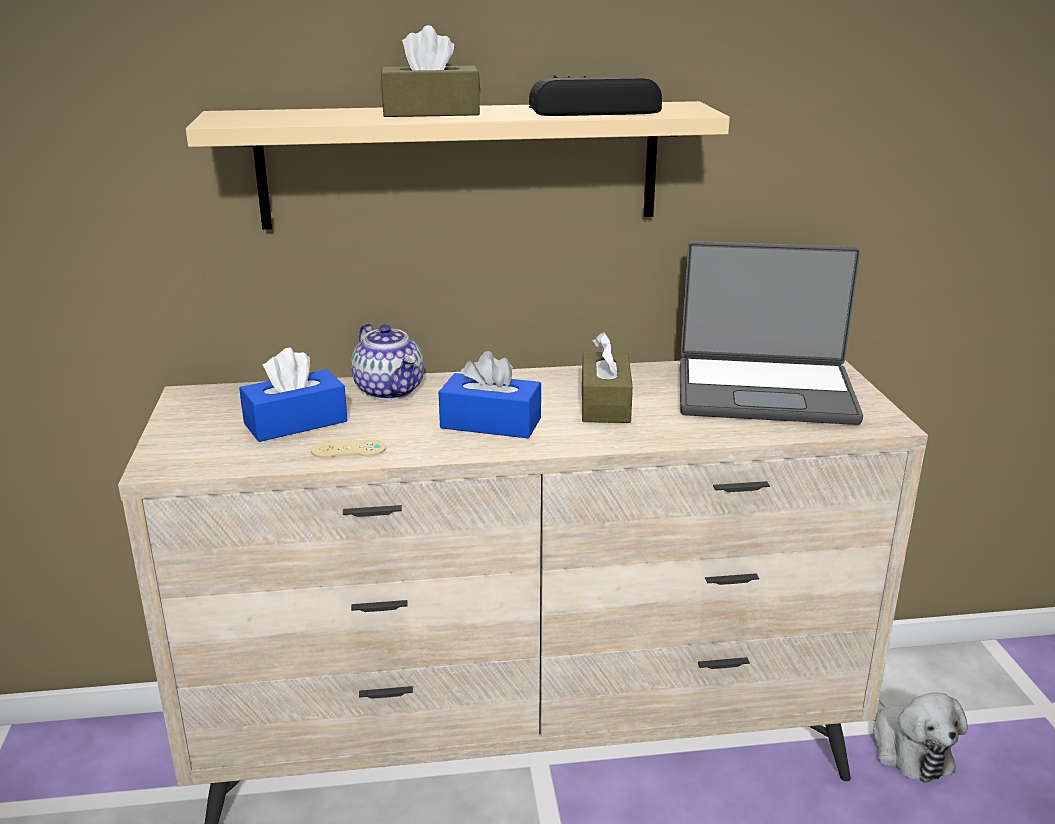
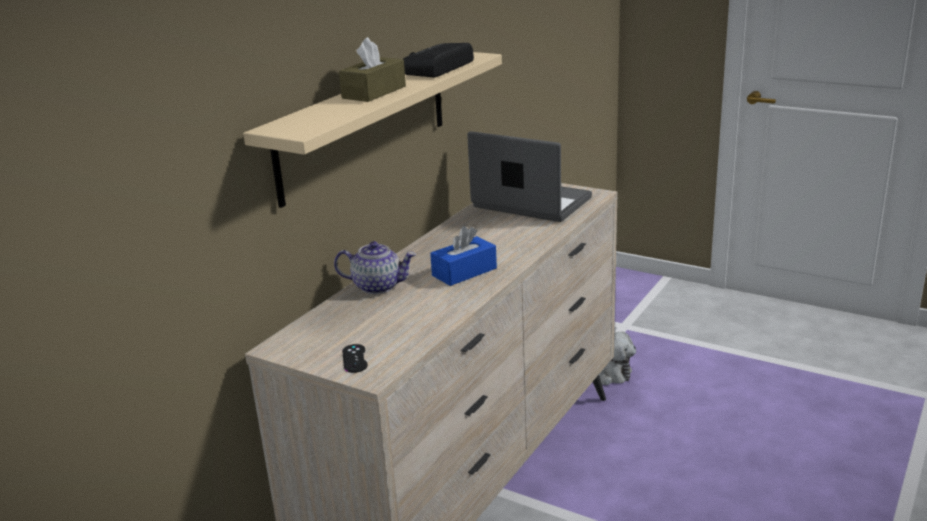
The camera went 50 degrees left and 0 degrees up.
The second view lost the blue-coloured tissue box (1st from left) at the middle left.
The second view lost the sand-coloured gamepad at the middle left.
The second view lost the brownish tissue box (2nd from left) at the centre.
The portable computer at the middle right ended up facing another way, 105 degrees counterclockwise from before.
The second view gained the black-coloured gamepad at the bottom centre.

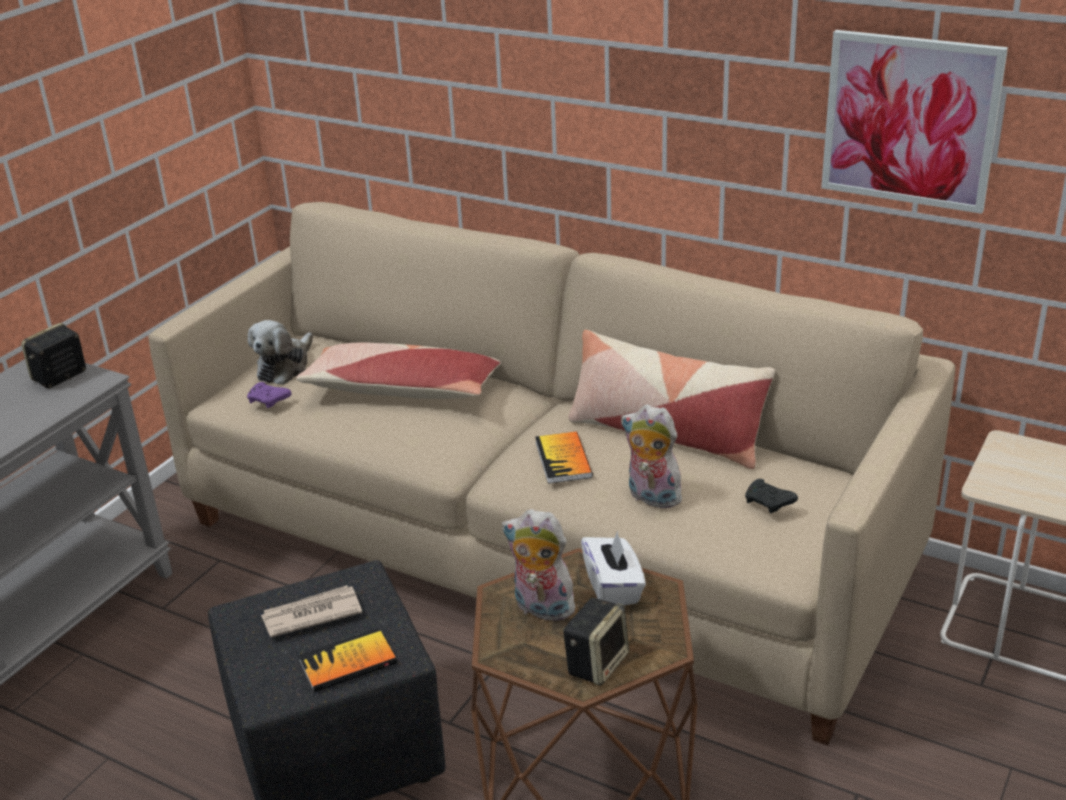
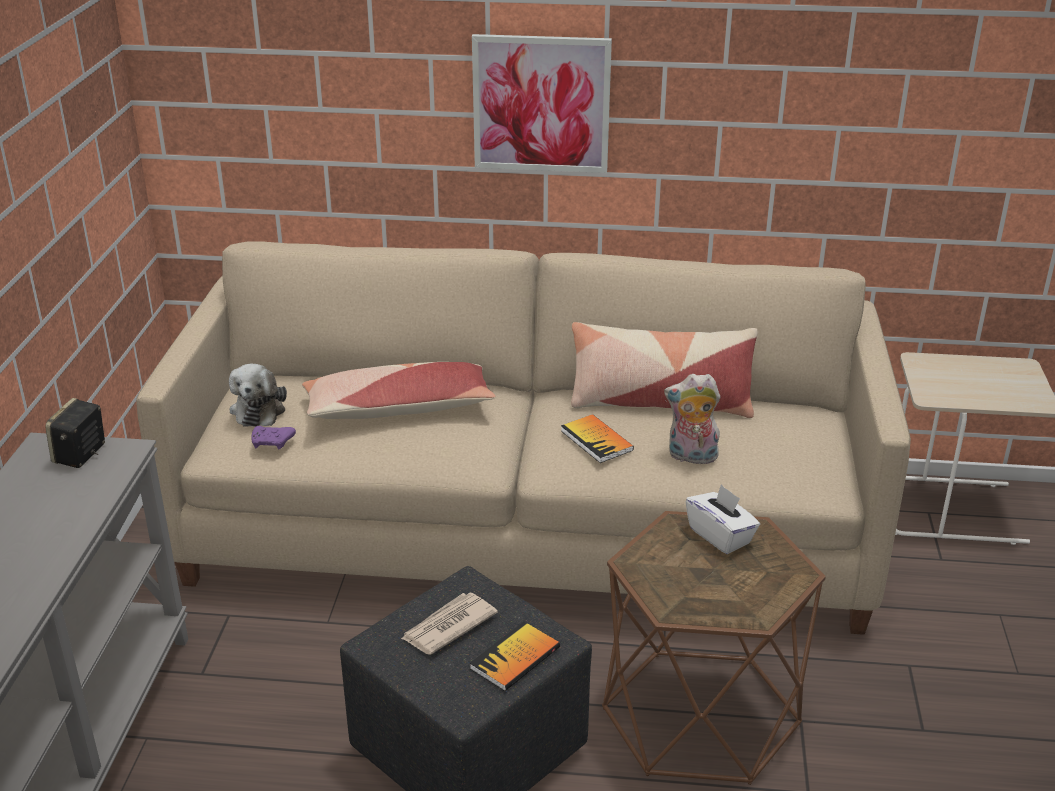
The camera went 25 degrees left and 0 degrees up.
The second view lost the soft toy (2nd from left) at the bottom centre.
The second view lost the loudspeaker (2nd from left) at the bottom centre.
The second view lost the black-coloured gamepad at the middle right.
The picture ended up elsewhere, having gone from the top right to the top centre.

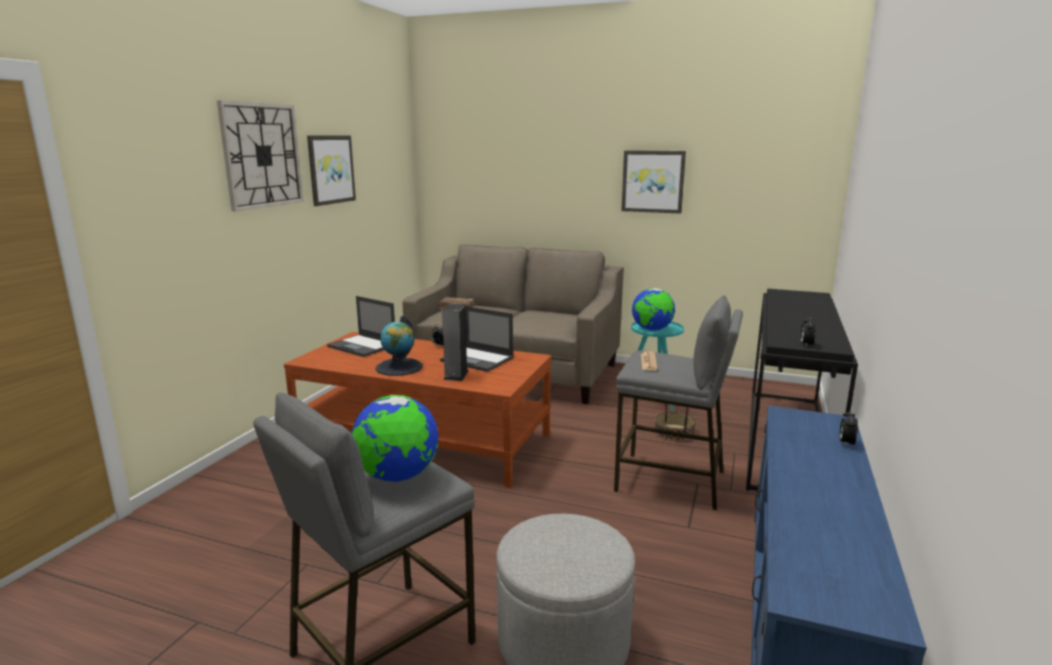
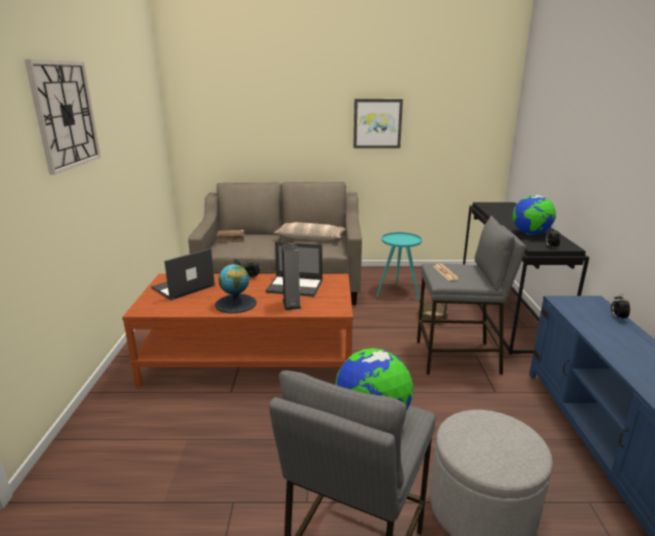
The camera went 20 degrees left and 5 degrees up.
The second view lost the picture (1st from left) at the top left.
The portable computer (1st from left) at the centre ended up facing another way, 120 degrees clockwise from before.
The globe (3rd from left) ended up elsewhere, having gone from the centre to the middle right.
The second view gained the pillow at the centre.

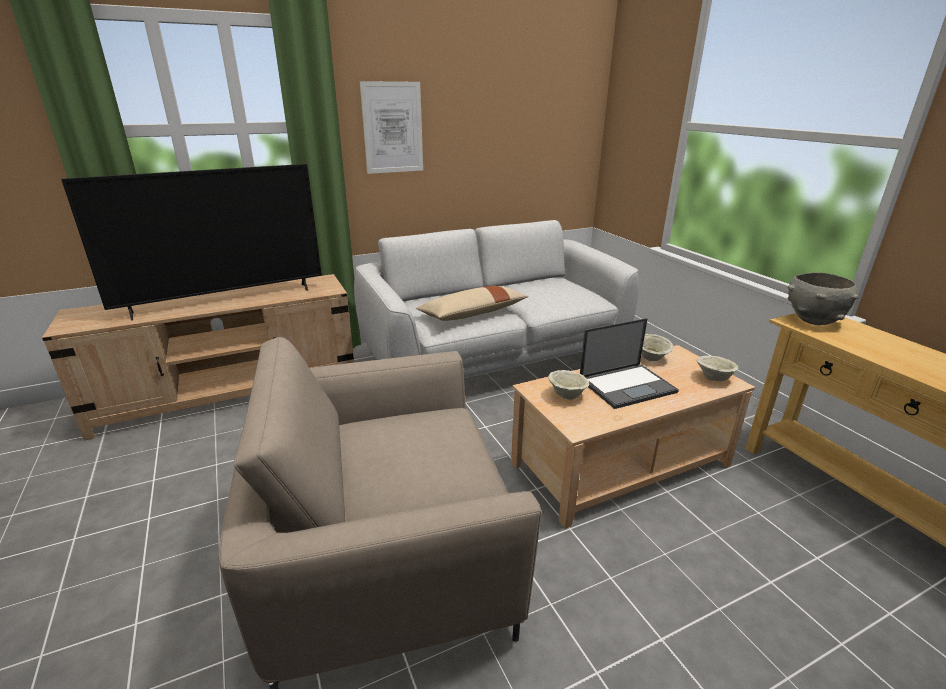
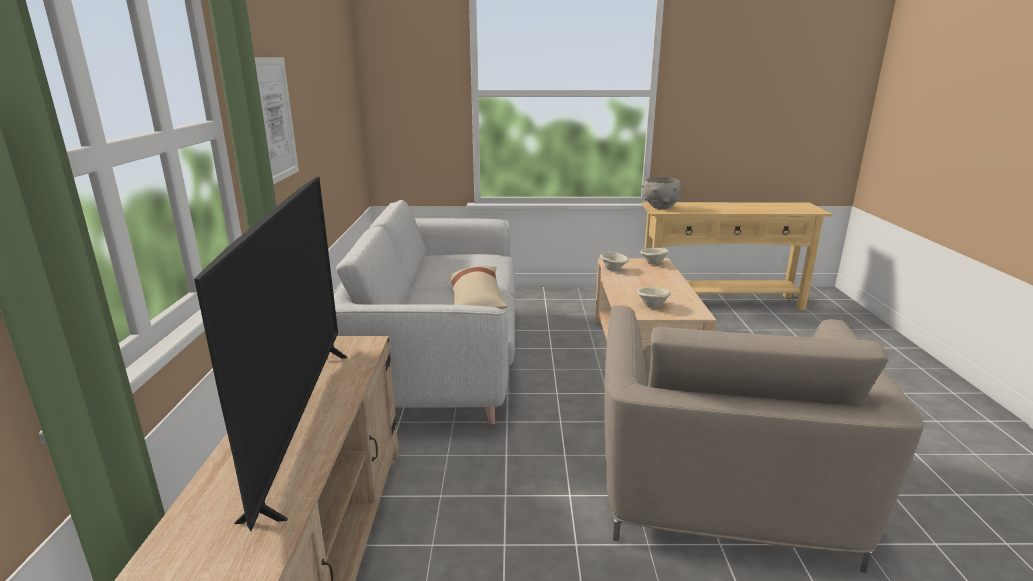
The camera went 65 degrees left and 5 degrees down.
The second view lost the portable computer at the centre.

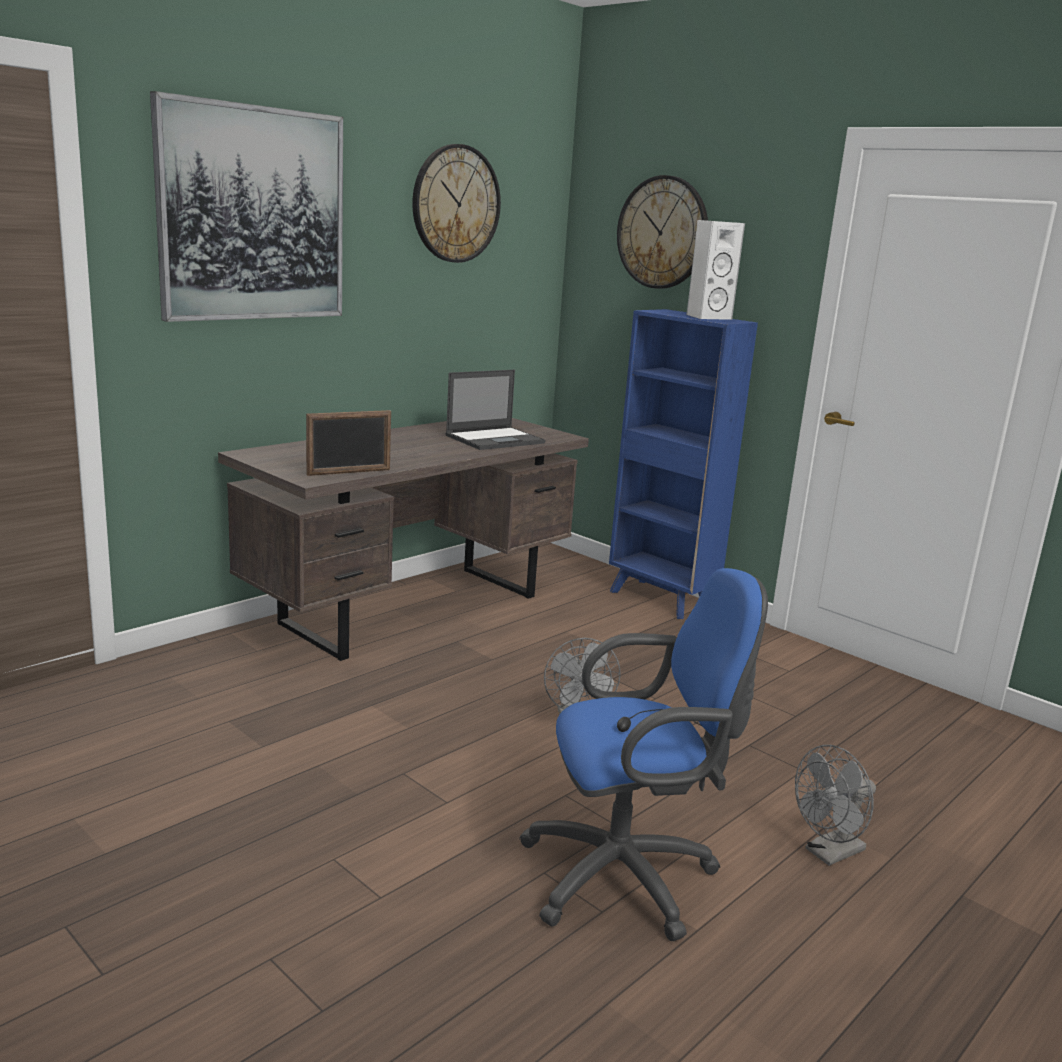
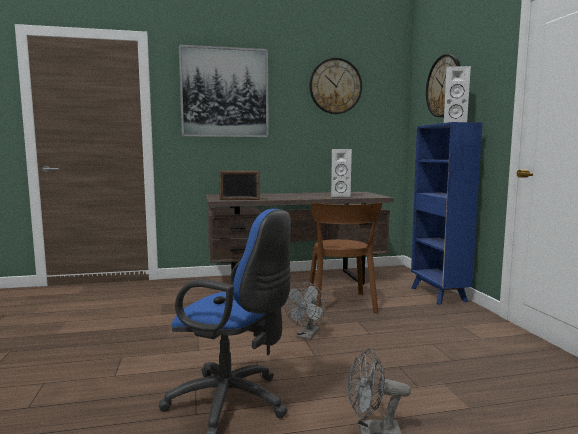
The camera went 35 degrees right and 10 degrees down.
Where the portable computer stood at the centre, the white loudspeaker (1st from left) came to stand at the centre.
The second view gained the brownish plain chair at the centre.

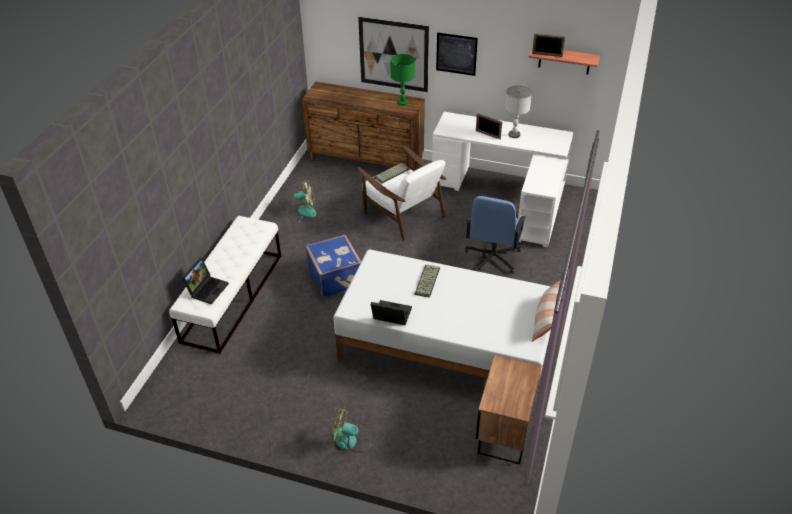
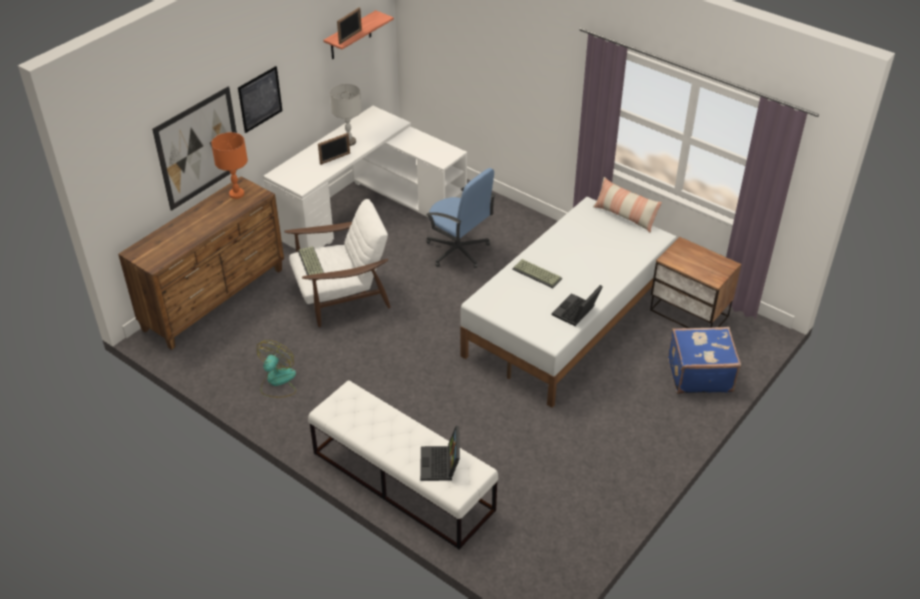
The camera went 70 degrees left and 0 degrees up.
The portable computer (1st from left) at the middle left ended up facing another way, 135 degrees counterclockwise from before.
The blue-coloured travel case ended up elsewhere, having gone from the centre to the middle right.
The second view lost the cooling fan (2nd from left) at the bottom centre.
What was the green lamp for a table at the top centre turned into the orangey lamp for a table at the top left.

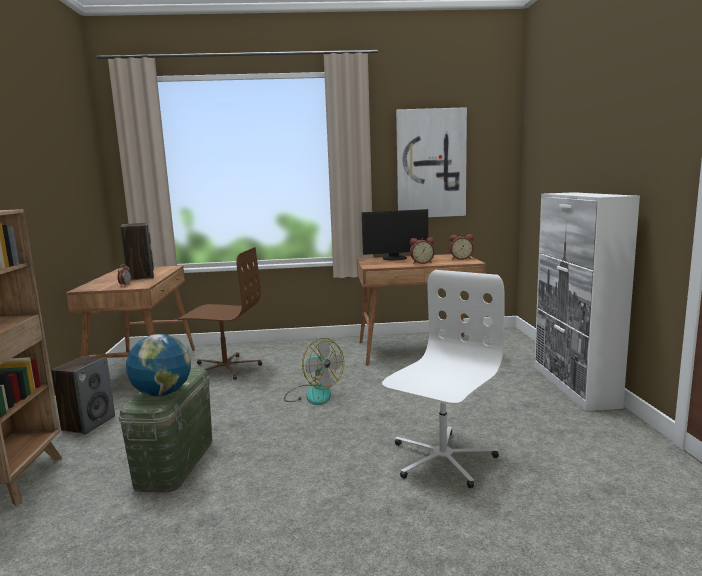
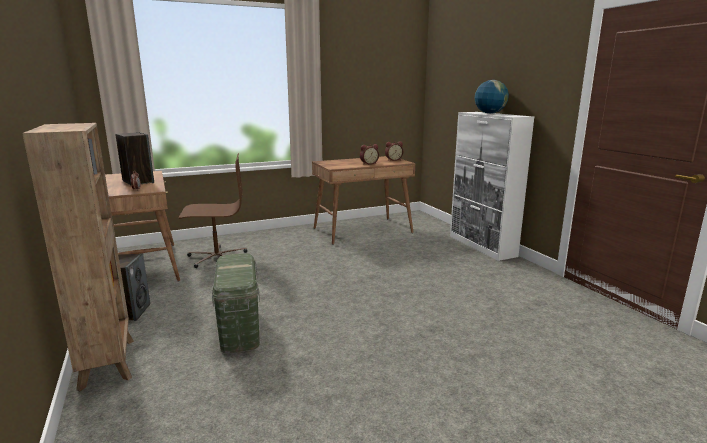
The camera went 20 degrees left and 5 degrees up.
The globe ended up elsewhere, having gone from the middle left to the top right.
The second view lost the cooling fan at the centre.
The second view lost the monitor at the centre.
The second view lost the white desk chair at the centre.
The second view lost the picture at the top centre.

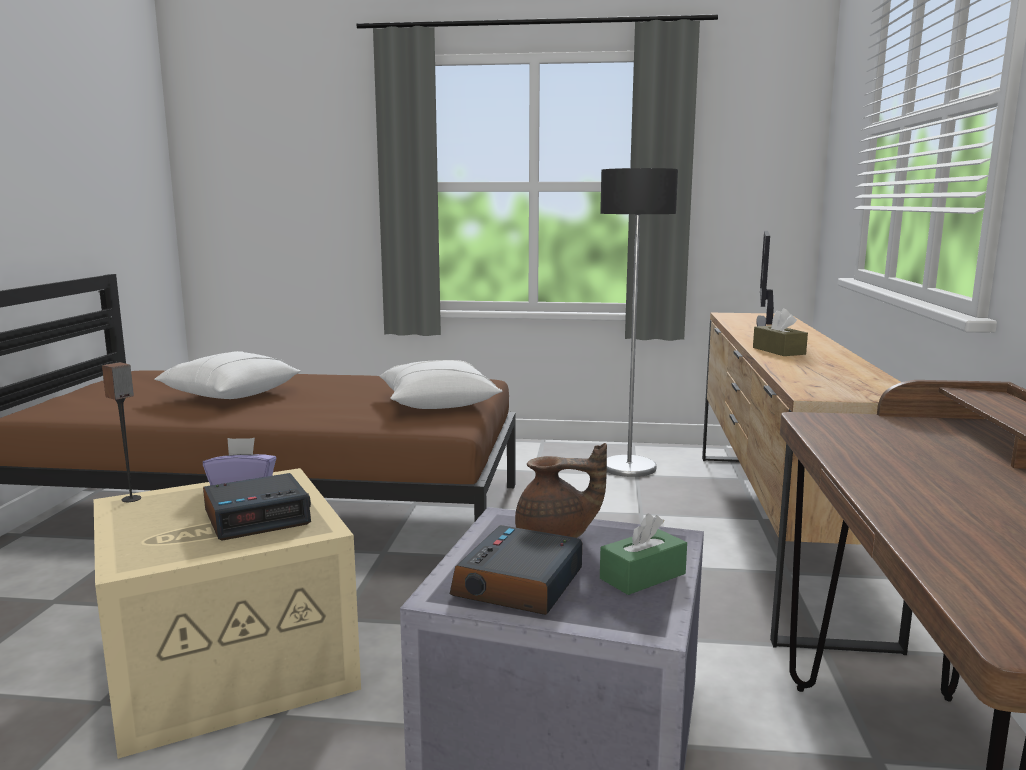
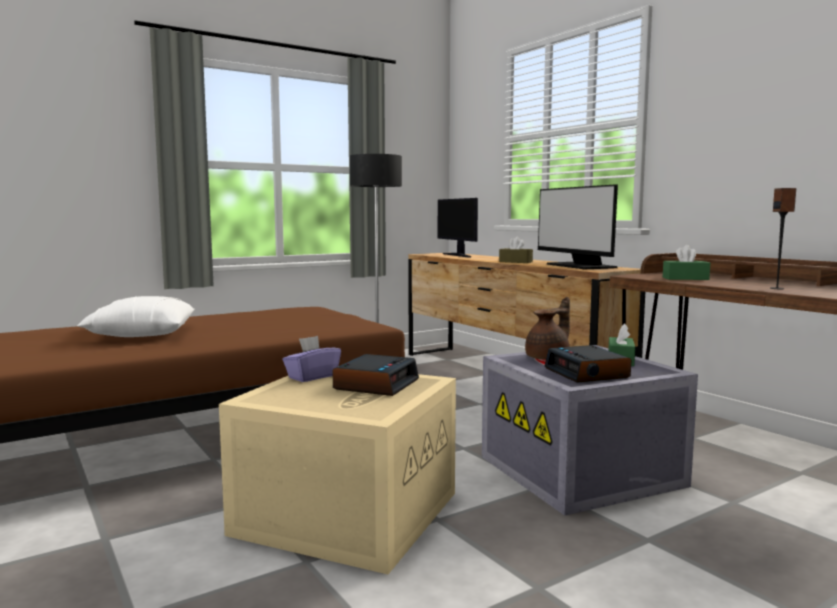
The camera went 40 degrees left and 5 degrees down.
The loudspeaker ended up elsewhere, having gone from the middle left to the middle right.
The second view lost the white pillow (2nd from left) at the centre.
The second view gained the monitor (2nd from left) at the middle right.
The second view gained the green tissue box (2nd from left) at the middle right.

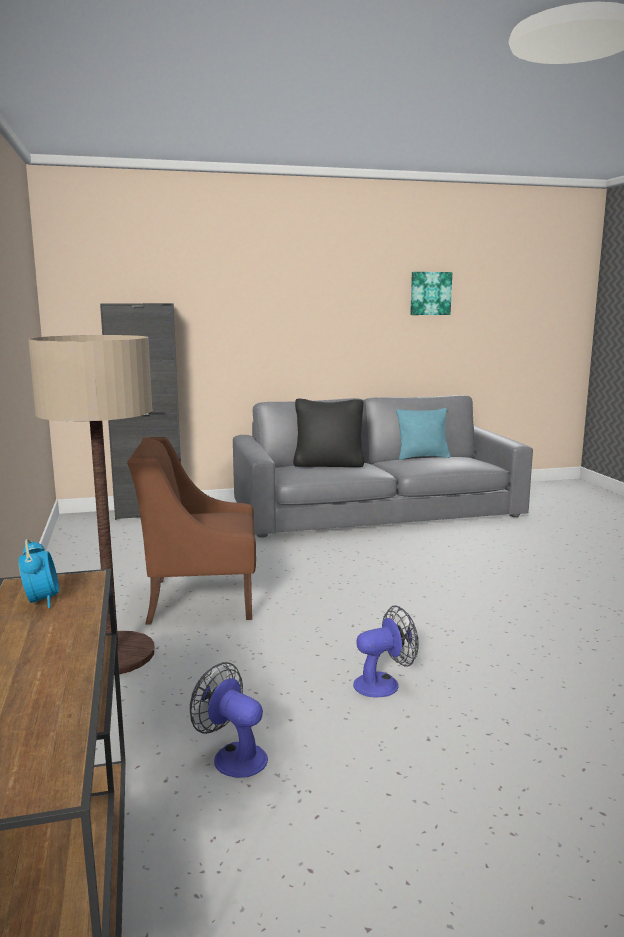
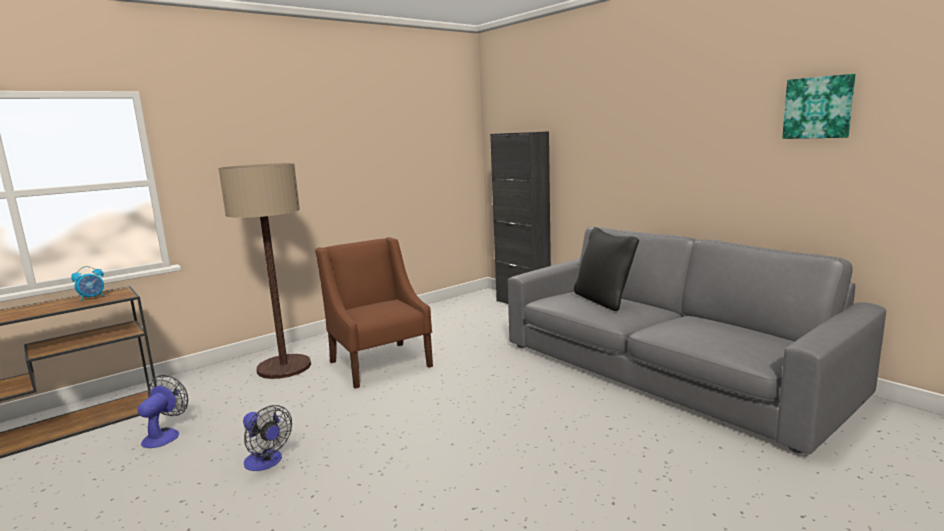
The camera went 65 degrees right and 0 degrees up.
The second view lost the turquoise pillow at the middle right.

